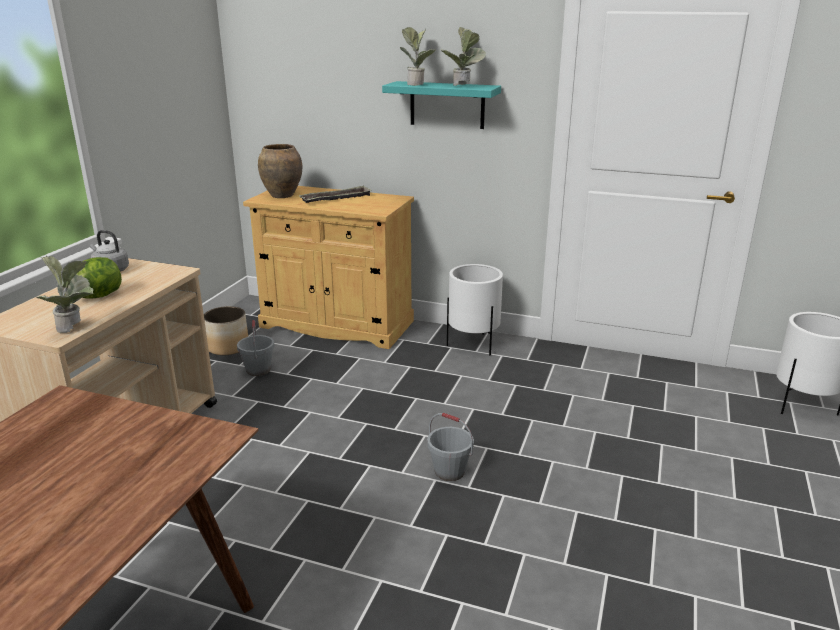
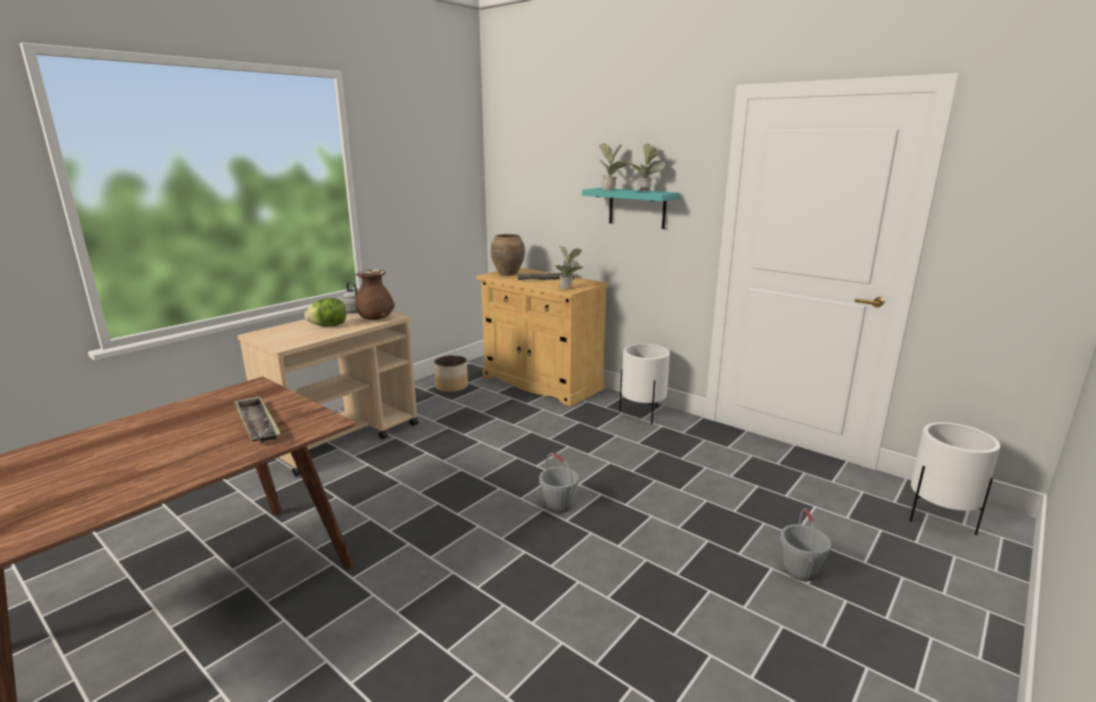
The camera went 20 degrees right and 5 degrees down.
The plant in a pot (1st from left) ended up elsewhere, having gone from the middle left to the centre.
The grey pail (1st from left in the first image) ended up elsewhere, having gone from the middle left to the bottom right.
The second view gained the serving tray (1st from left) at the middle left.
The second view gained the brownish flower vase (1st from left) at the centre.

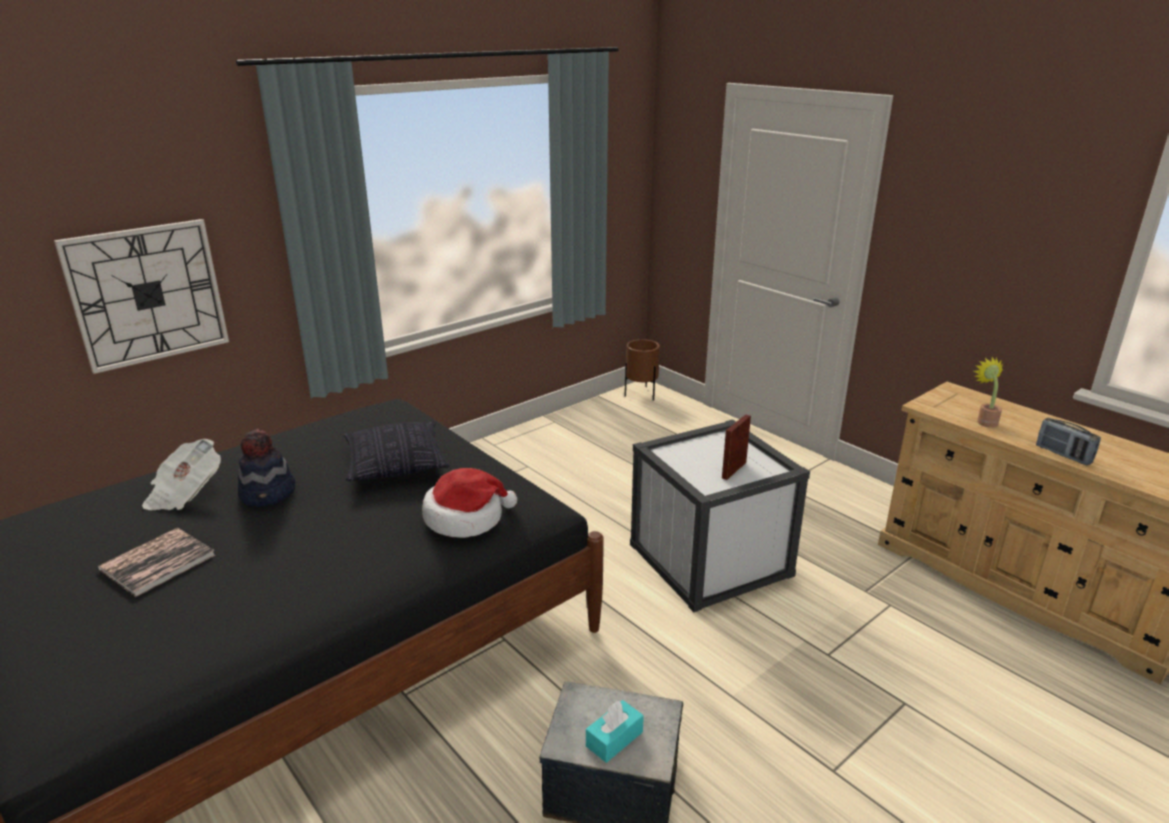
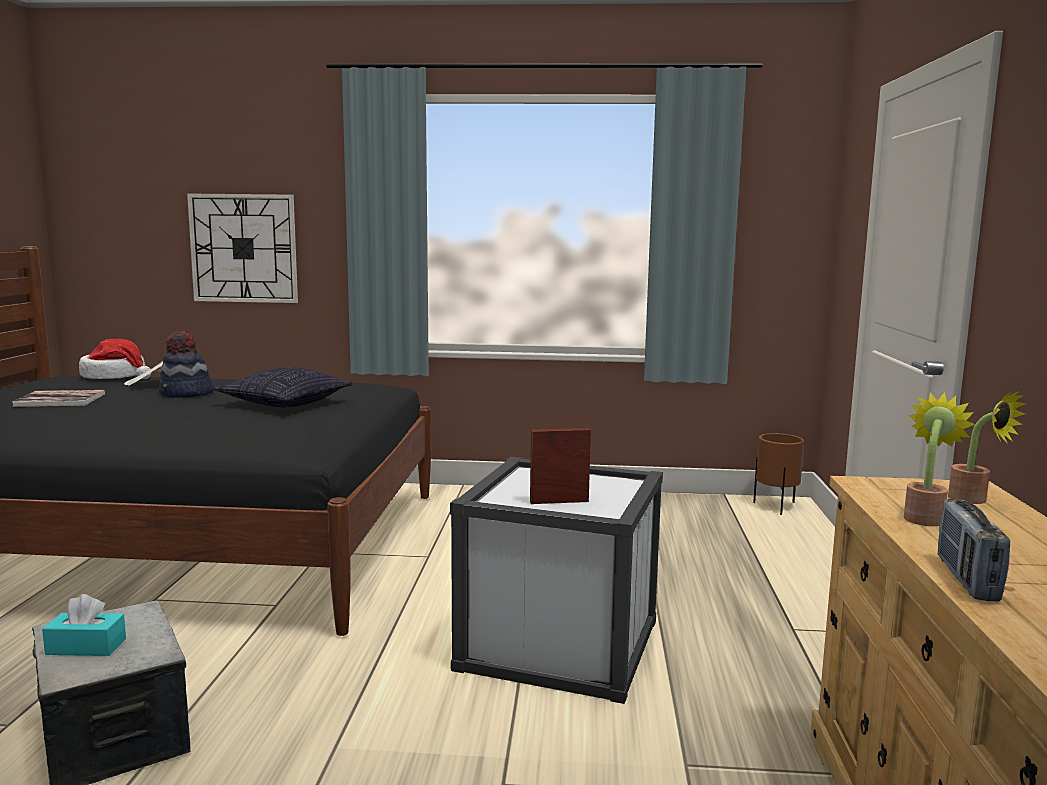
The camera went 45 degrees right and 15 degrees down.
The hat (2nd from left in the first image) ended up elsewhere, having gone from the centre to the middle left.
The second view gained the plant in a pot (2nd from left) at the middle right.

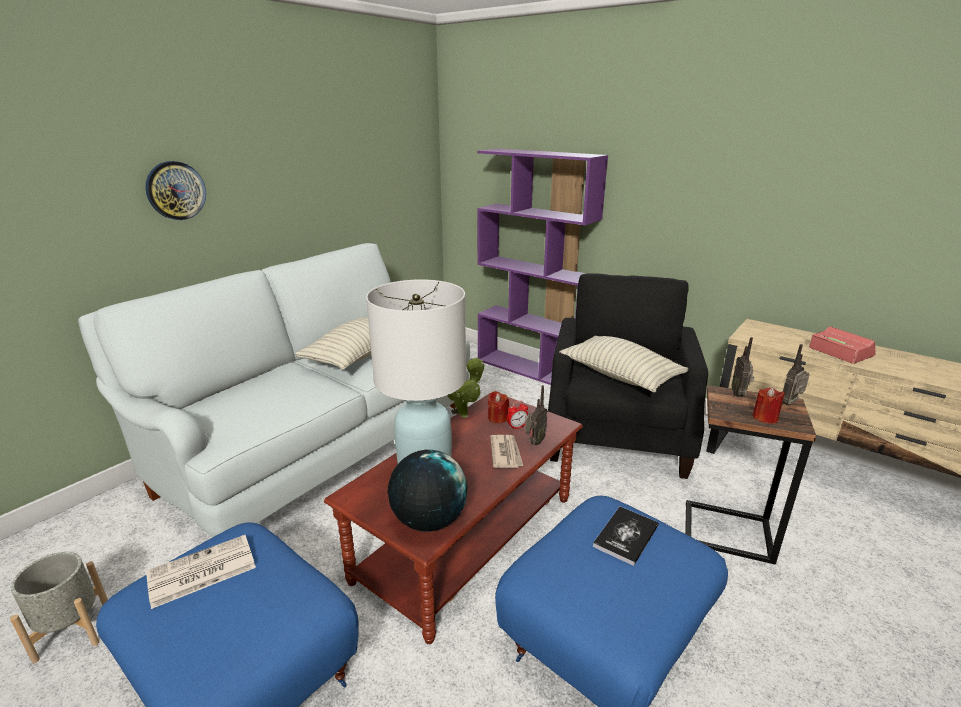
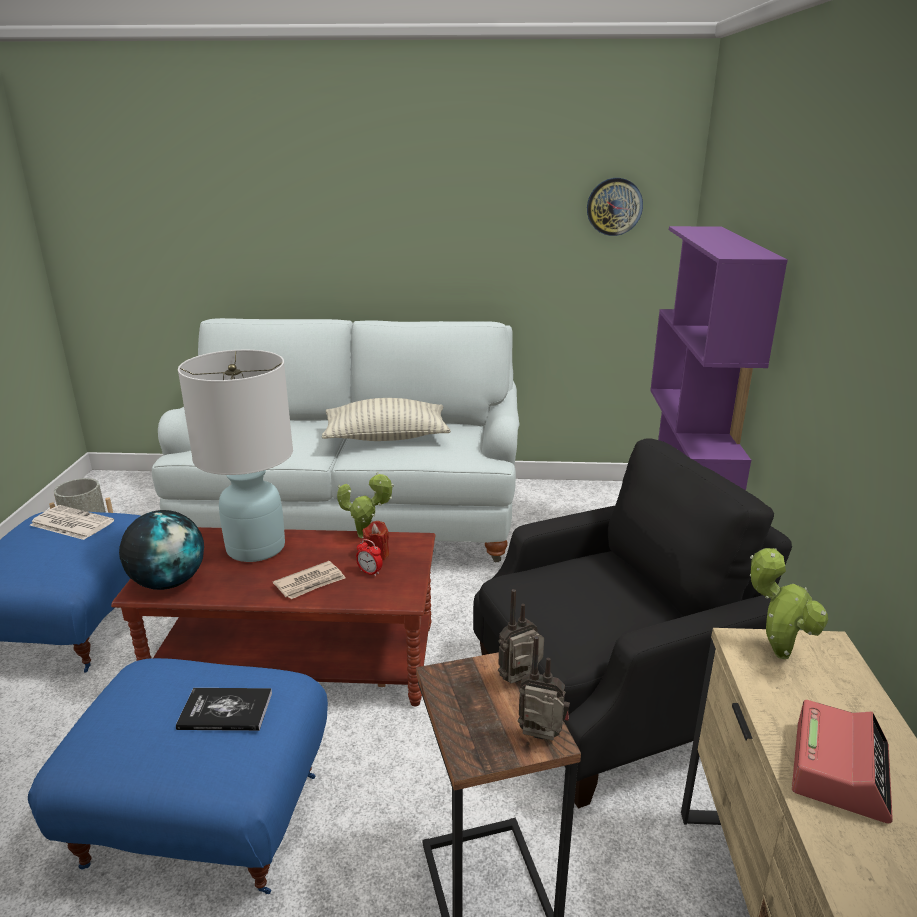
The camera went 55 degrees right and 0 degrees up.
The clock on the wall ended up elsewhere, having gone from the top left to the top right.
The second view lost the radio set (1st from left) at the centre.
The second view lost the pillow (2nd from left) at the centre.
The second view lost the reddish wax candle (2nd from left) at the middle right.
The second view gained the plant in a pot (2nd from left) at the middle right.

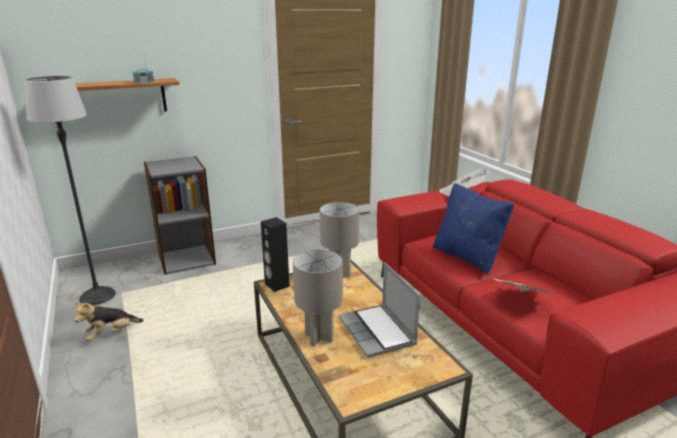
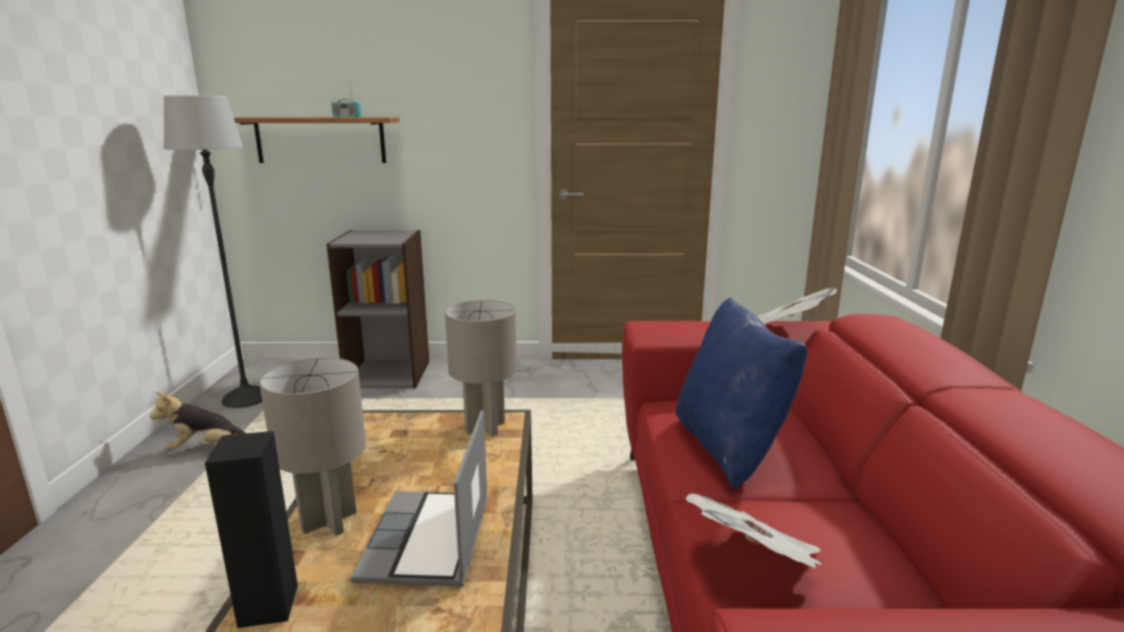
The camera went 25 degrees right and 5 degrees down.
The black-coloured loudspeaker ended up elsewhere, having gone from the centre to the bottom left.

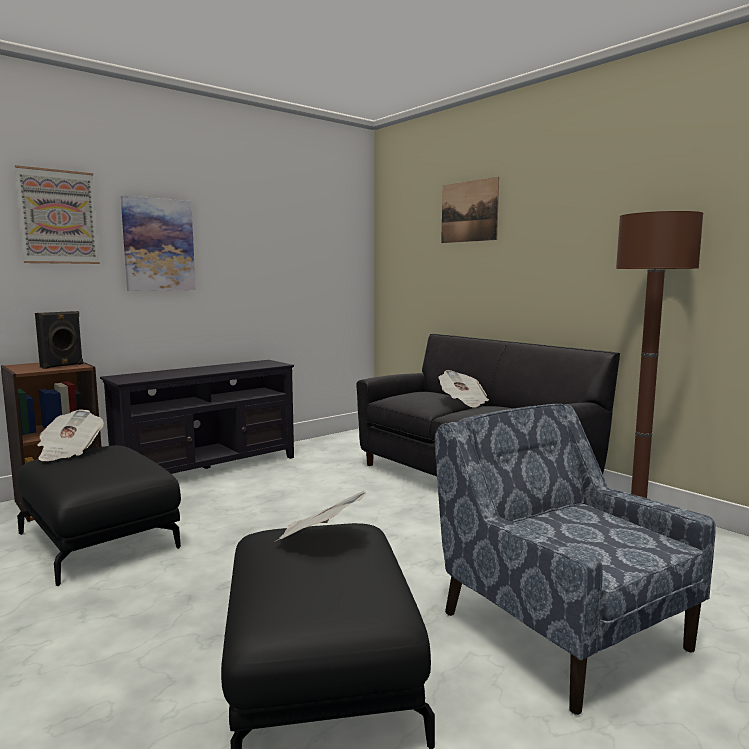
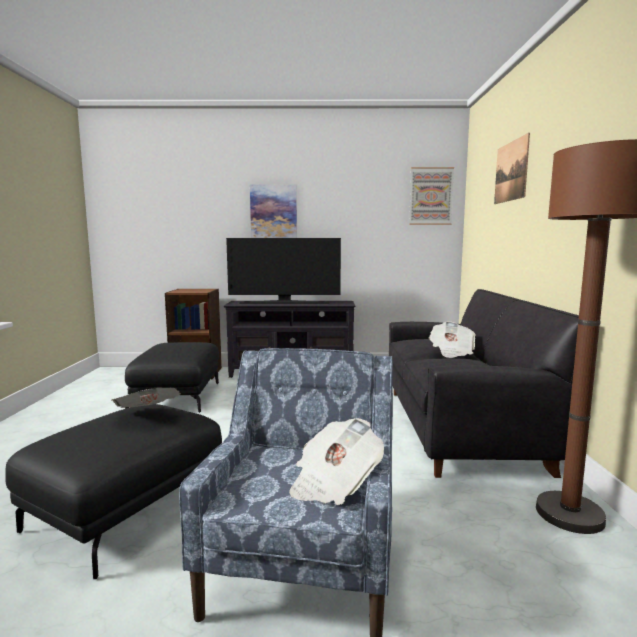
The camera went 40 degrees right and 0 degrees up.
The picture (1st from left in the first image) ended up elsewhere, having gone from the top left to the top right.
The second view lost the black-coloured loudspeaker at the middle left.
The newspaper (1st from left in the first image) ended up elsewhere, having gone from the middle left to the bottom centre.
The second view gained the television at the centre.

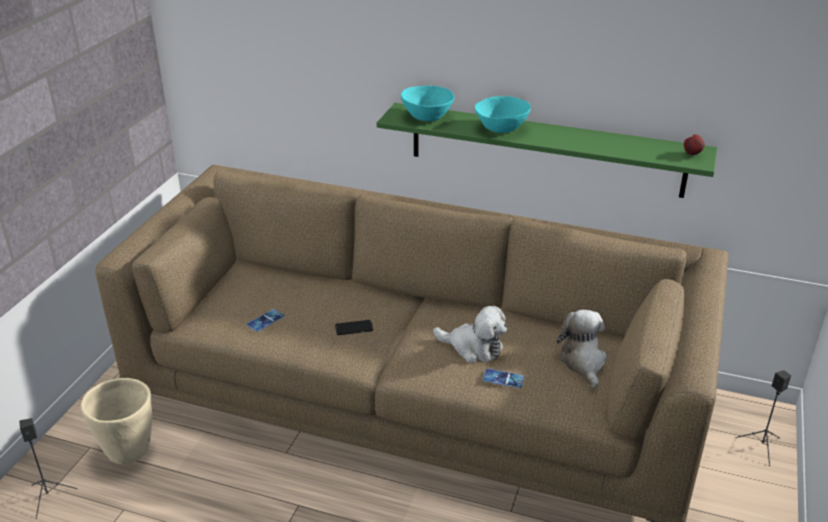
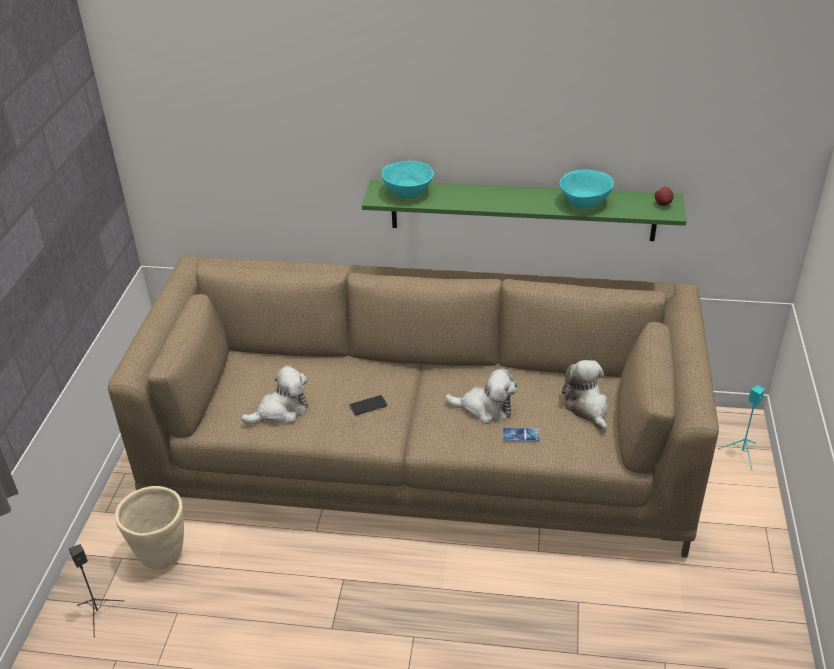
The camera went 10 degrees left and 5 degrees up.
Where the handset (1st from left) stood at the middle left, the soft toy (1st from left) came to stand at the middle left.
The turquoise bowl (2nd from left) ended up elsewhere, having gone from the top centre to the top right.
What was the black-coloured loudspeaker (2nd from left) at the bottom right turned into the turquoise loudspeaker at the middle right.

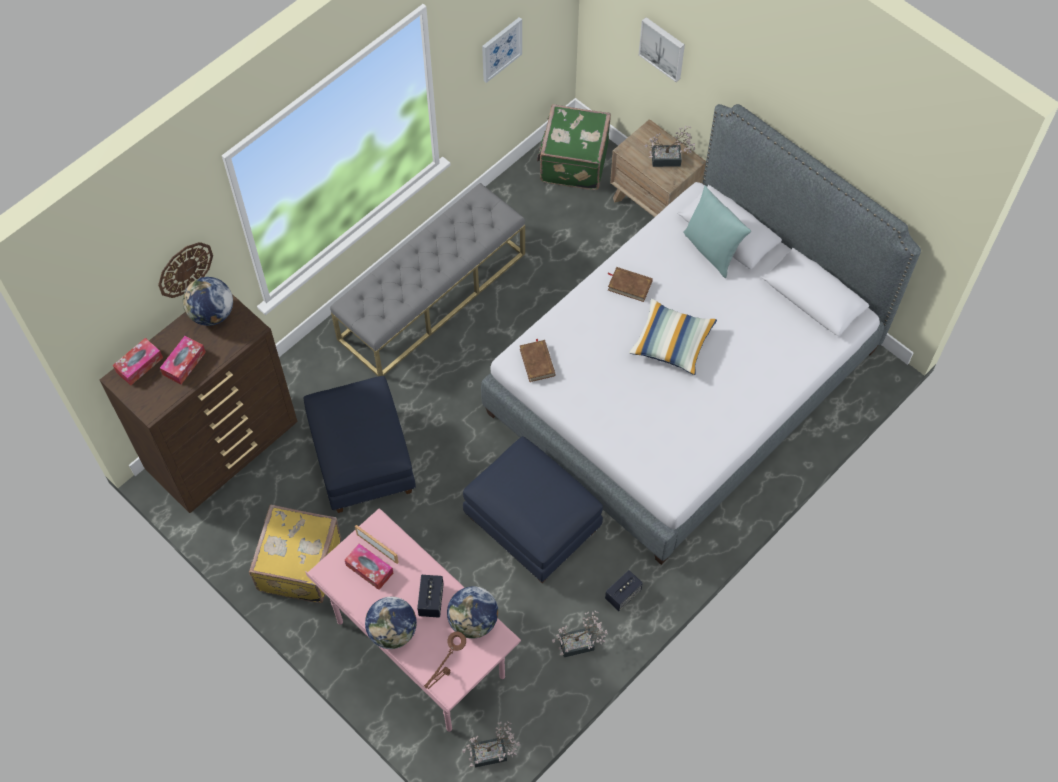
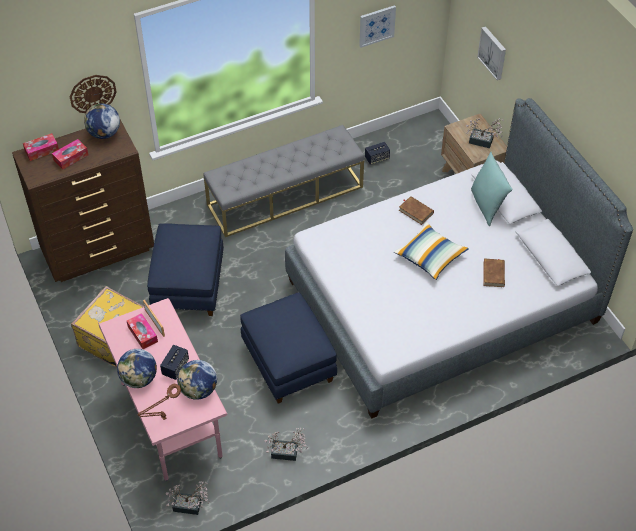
The camera went 20 degrees right and 10 degrees down.
The brownish book (1st from left in the first image) ended up elsewhere, having gone from the centre to the middle right.
The second view lost the green travel case at the top centre.
The loudspeaker (2nd from left) ended up elsewhere, having gone from the bottom centre to the top centre.

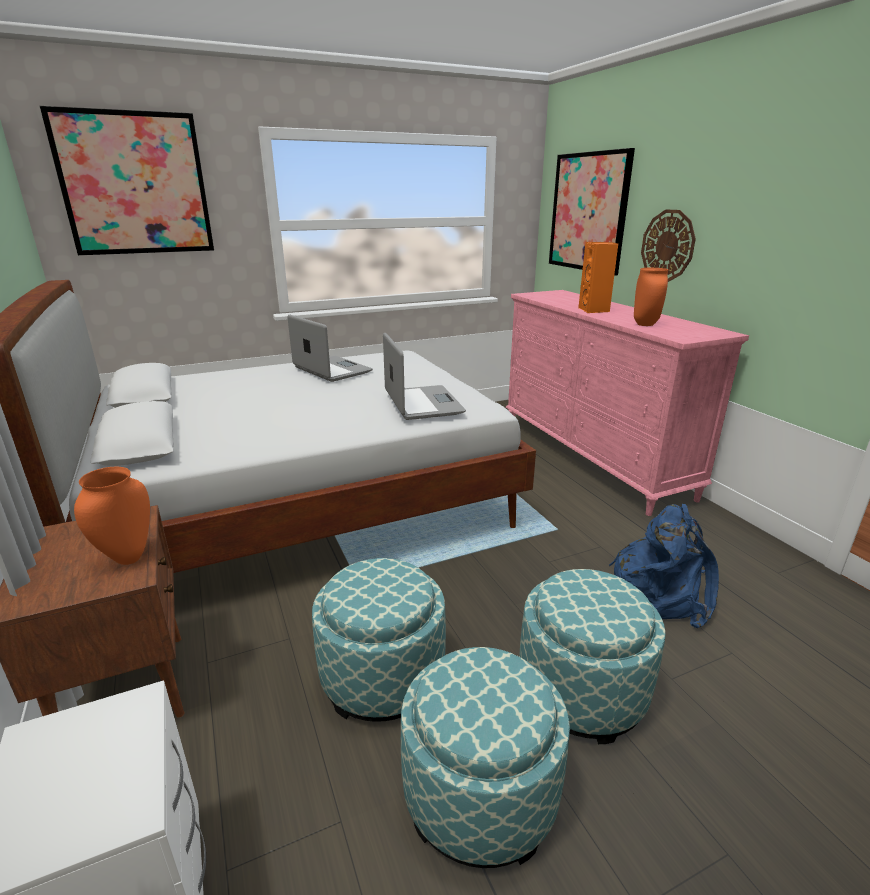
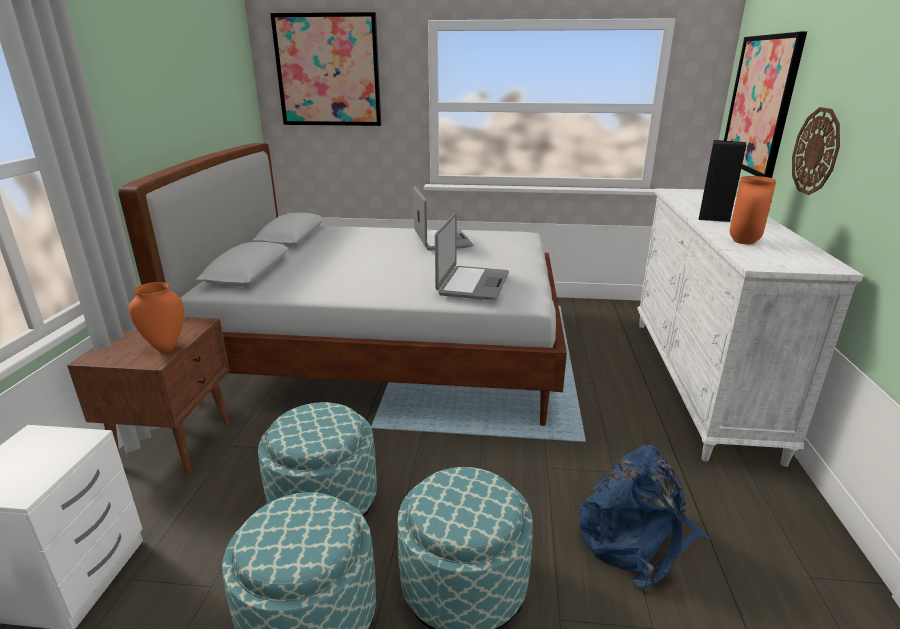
The camera went 30 degrees right and 0 degrees up.
What was the pink-coloured drawer chest at the middle right turned into the white drawer chest at the middle right.
What was the orangey loudspeaker at the top right turned into the black-coloured loudspeaker at the top right.

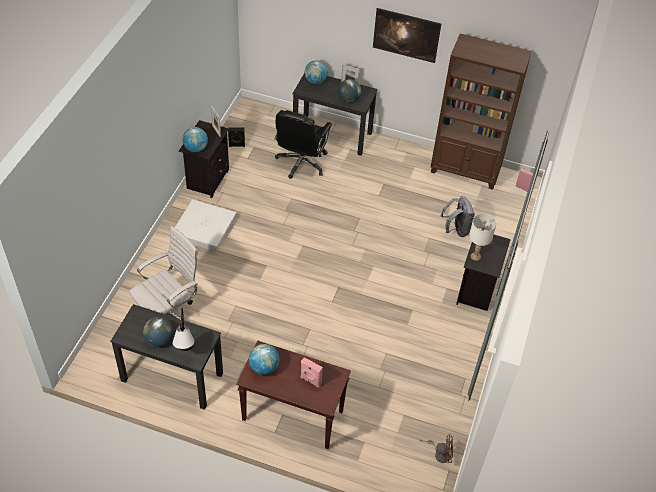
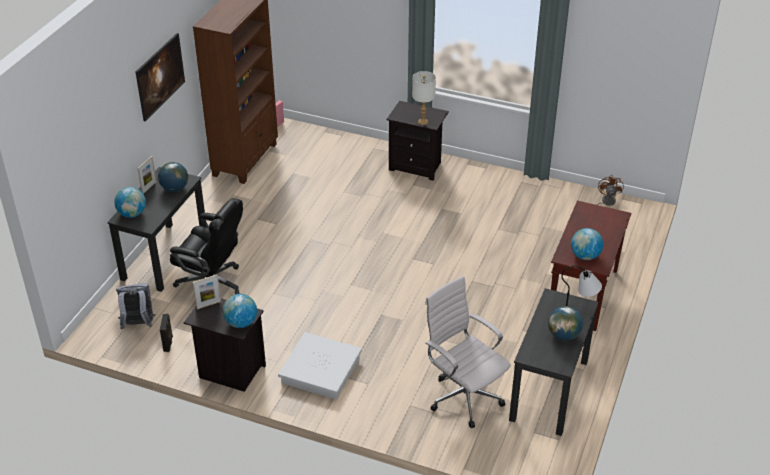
The camera went 85 degrees left and 10 degrees down.
The second view lost the pink-coloured loudspeaker (1st from left) at the bottom centre.
The grey backpack ended up elsewhere, having gone from the middle right to the middle left.

